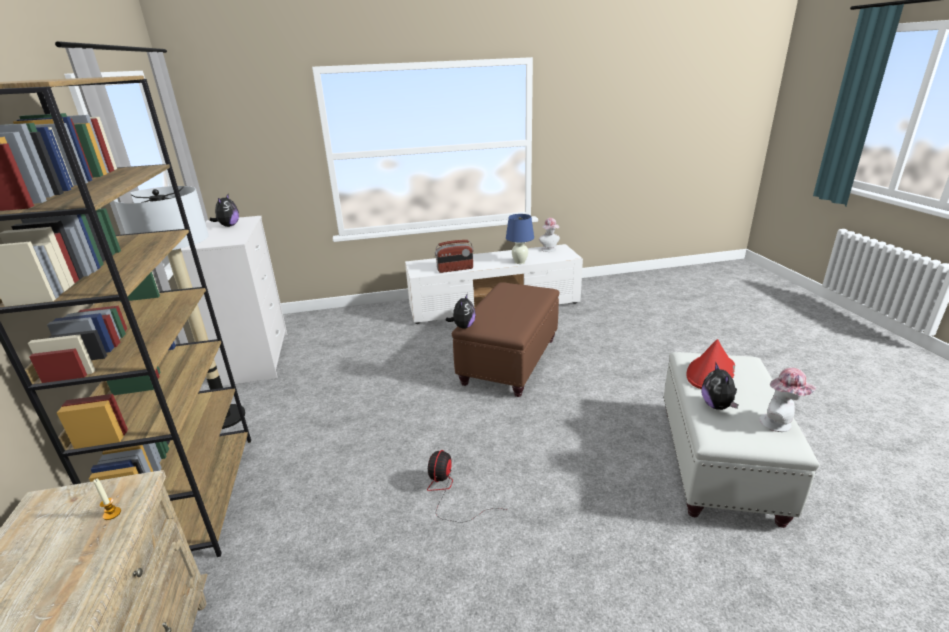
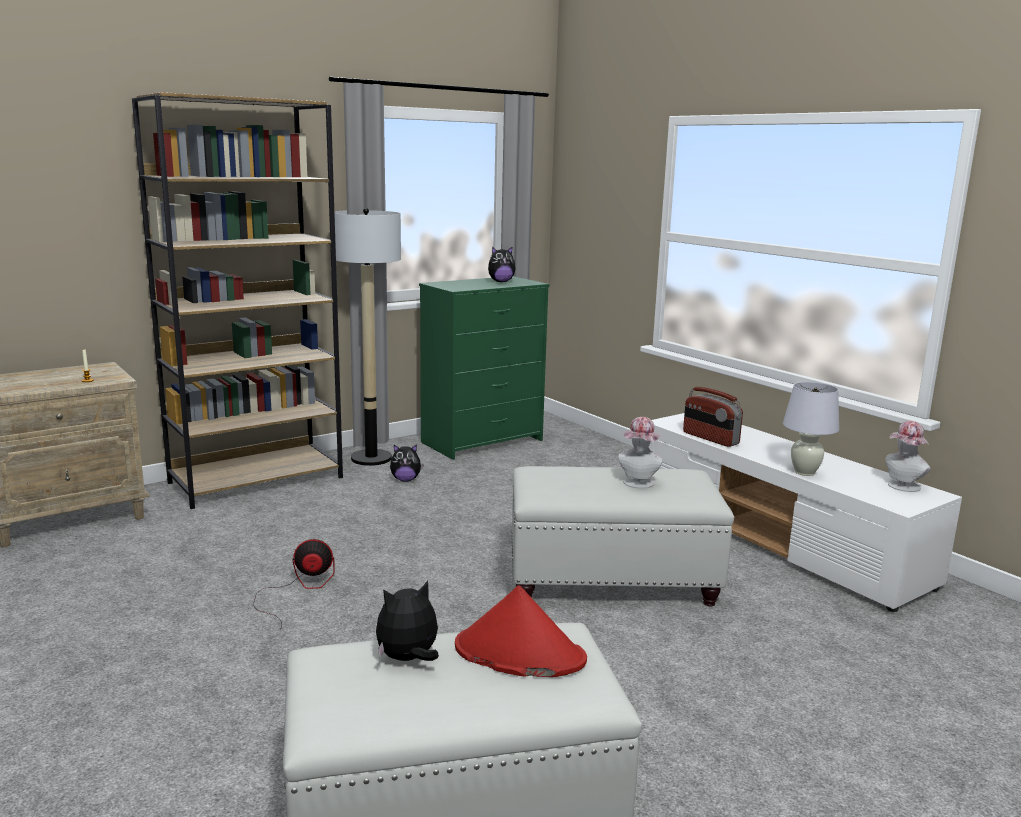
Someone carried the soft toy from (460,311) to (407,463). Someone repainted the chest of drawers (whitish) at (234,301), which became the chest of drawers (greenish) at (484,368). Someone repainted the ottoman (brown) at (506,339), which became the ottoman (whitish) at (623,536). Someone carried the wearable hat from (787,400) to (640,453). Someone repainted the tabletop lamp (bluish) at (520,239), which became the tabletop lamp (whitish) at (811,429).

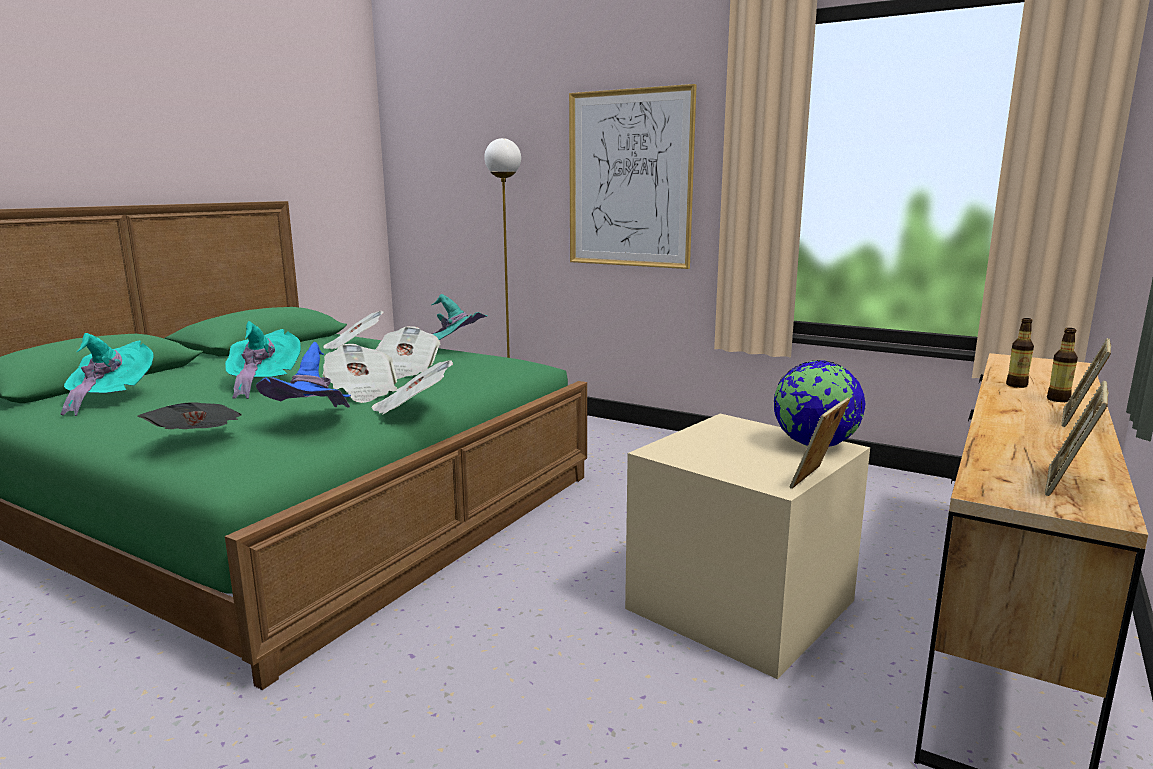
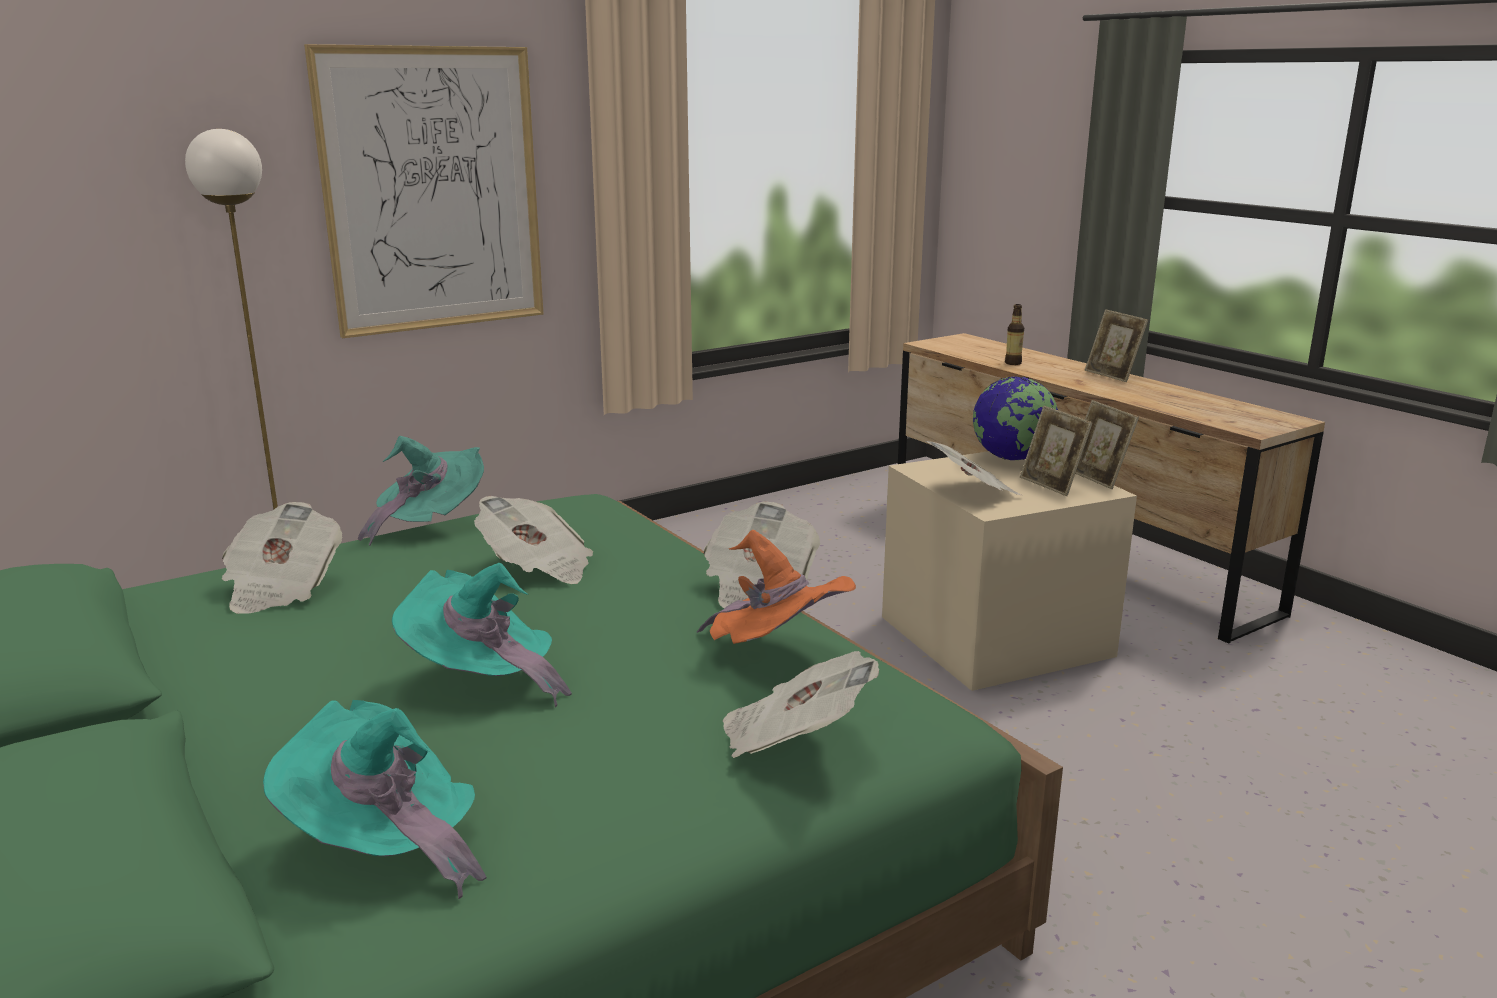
Someone repainted the wearable hat (bluish) at (303,374), which became the wearable hat (orange) at (776,587). Someone carried the newspaper from (359,373) to (973,468). Someone carried the picture frame from (1077,438) to (1056,451). Someone took away the beverage bottle at (1062,365).

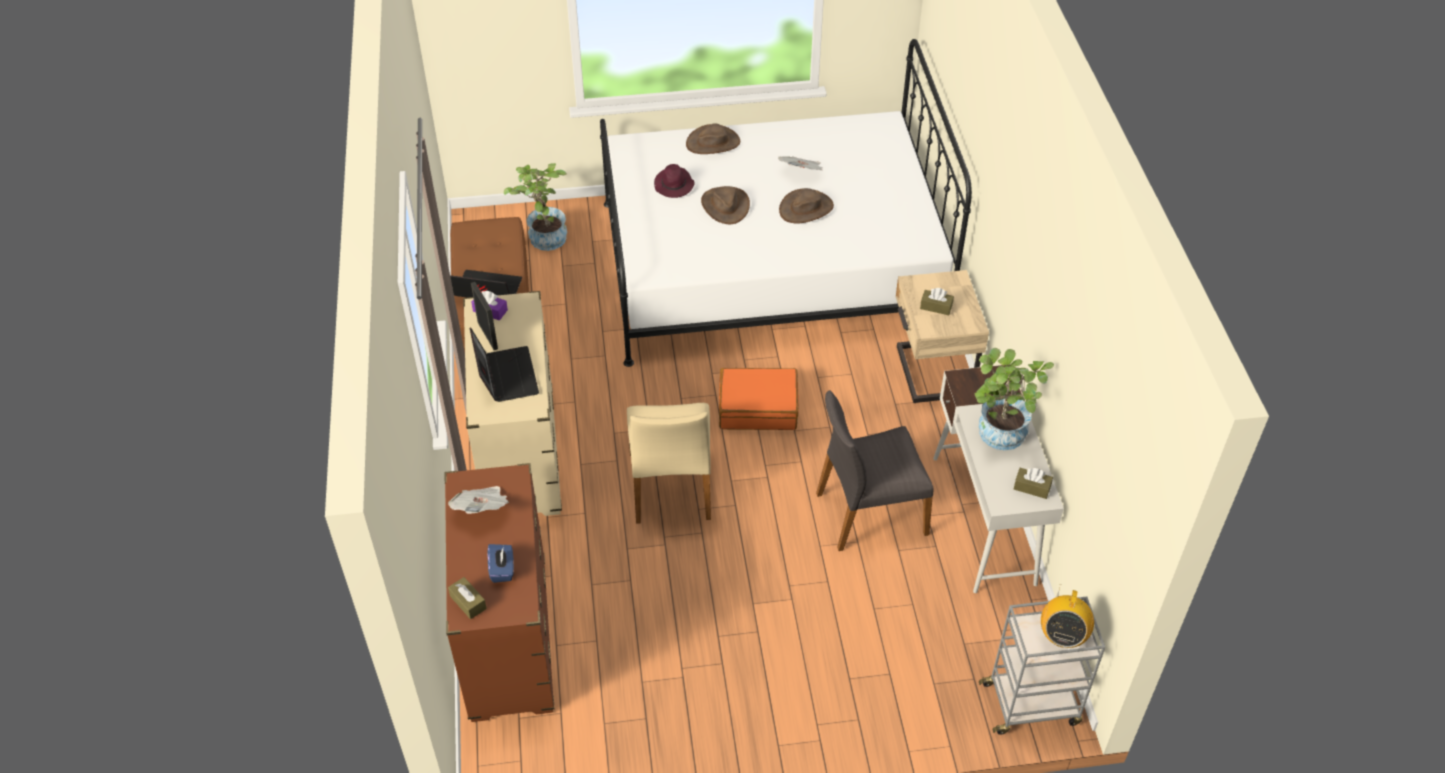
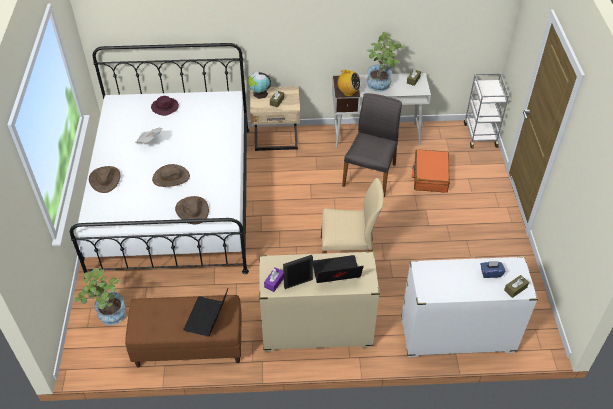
Someone carried the wearable hat (purple-coloured) from (674,181) to (165,106). Someone carried the wearable hat (brown) from (806,206) to (192,210). Someone put down the desk globe at (259,85). Someone carried the radio from (1067,616) to (349,83). Someone rotated the chair (greyish) at (875,470) by 150 degrees counterclockwise. Someone repainted the chest of drawers (brown) at (500,592), which became the chest of drawers (whitish) at (469,306). Someone carried the travel case (orange) from (759,399) to (431,171). Someone took away the newspaper at (478,500).

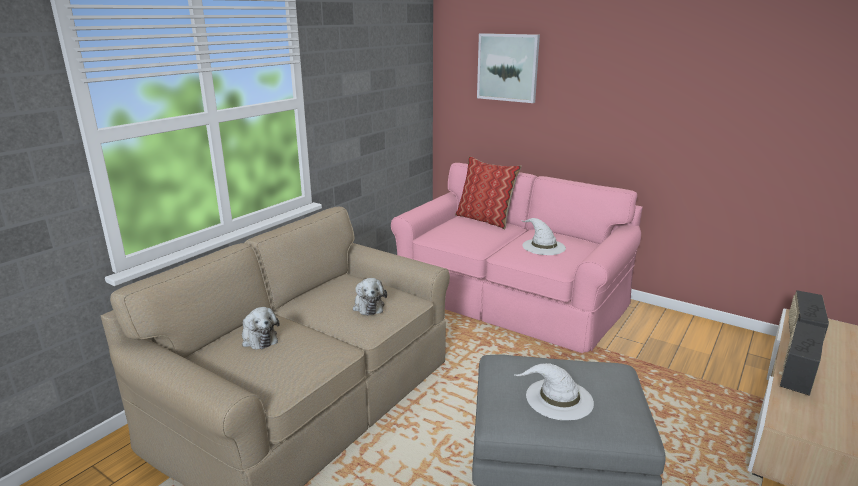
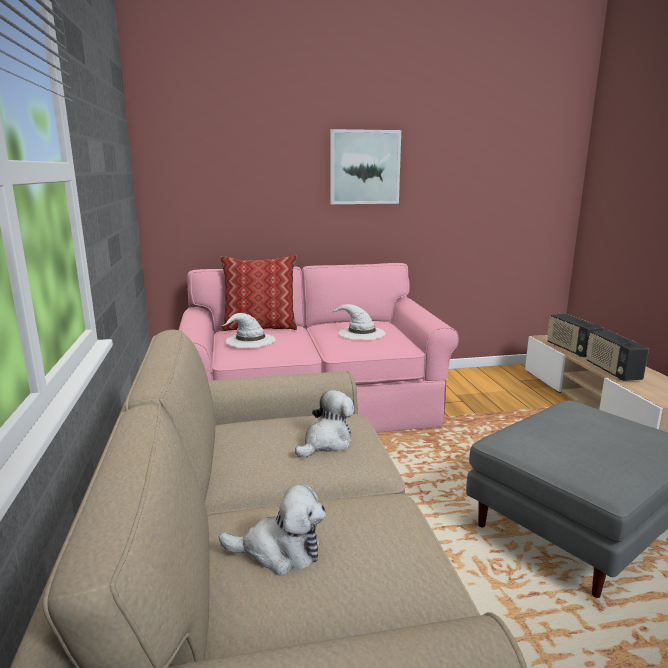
Someone carried the wearable hat (whitish) from (554,391) to (248,330). Someone rotated the soft toy at (370,297) by 75 degrees counterclockwise. Someone carried the picture from (508,68) to (365,166).

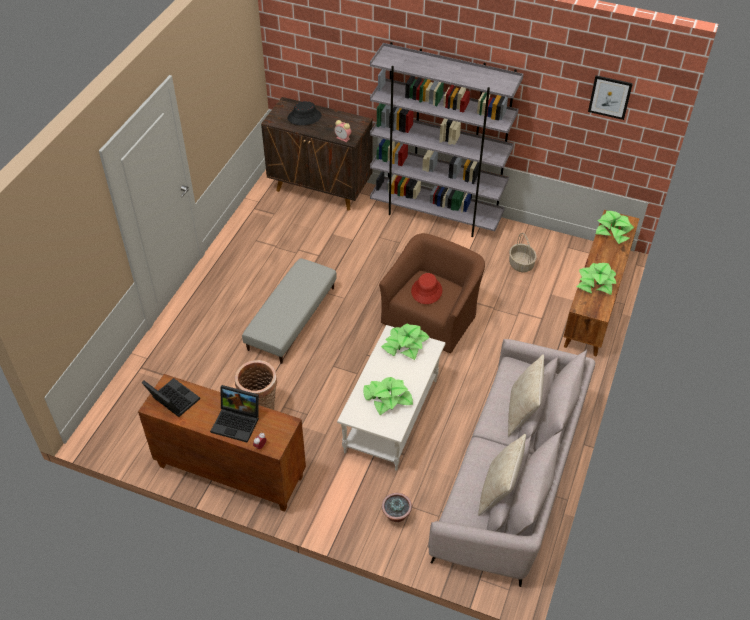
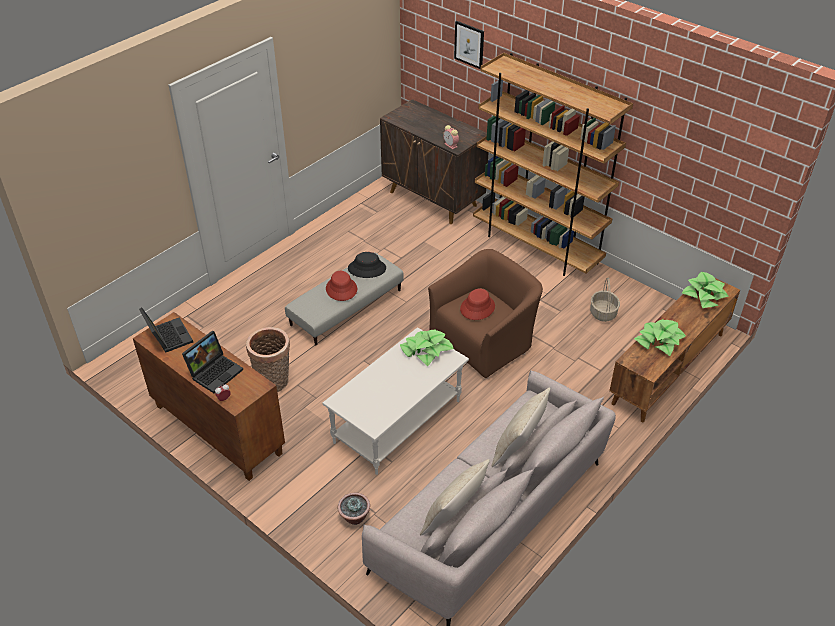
Someone rotated the portable computer at (234,414) by 90 degrees counterclockwise. Someone put down the wearable hat (red-coloured) at (341,286). Someone carried the wearable hat (black) from (304,113) to (367,265). Someone carried the picture from (610,97) to (469,45). Someone repainted the shelving unit (greyish) at (446,139), which became the shelving unit (brown) at (553,164). Someone took away the houseplant at (388,396).

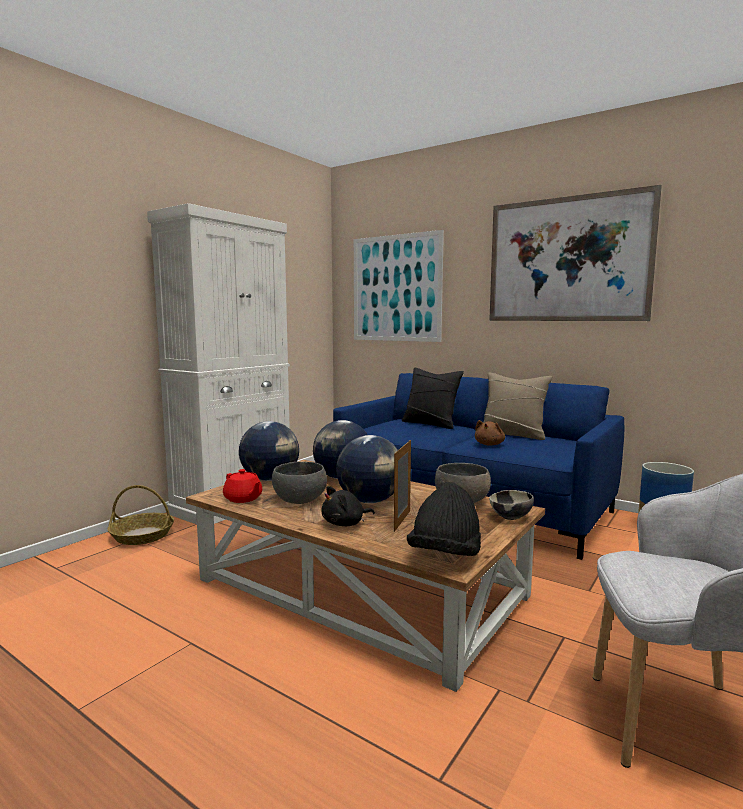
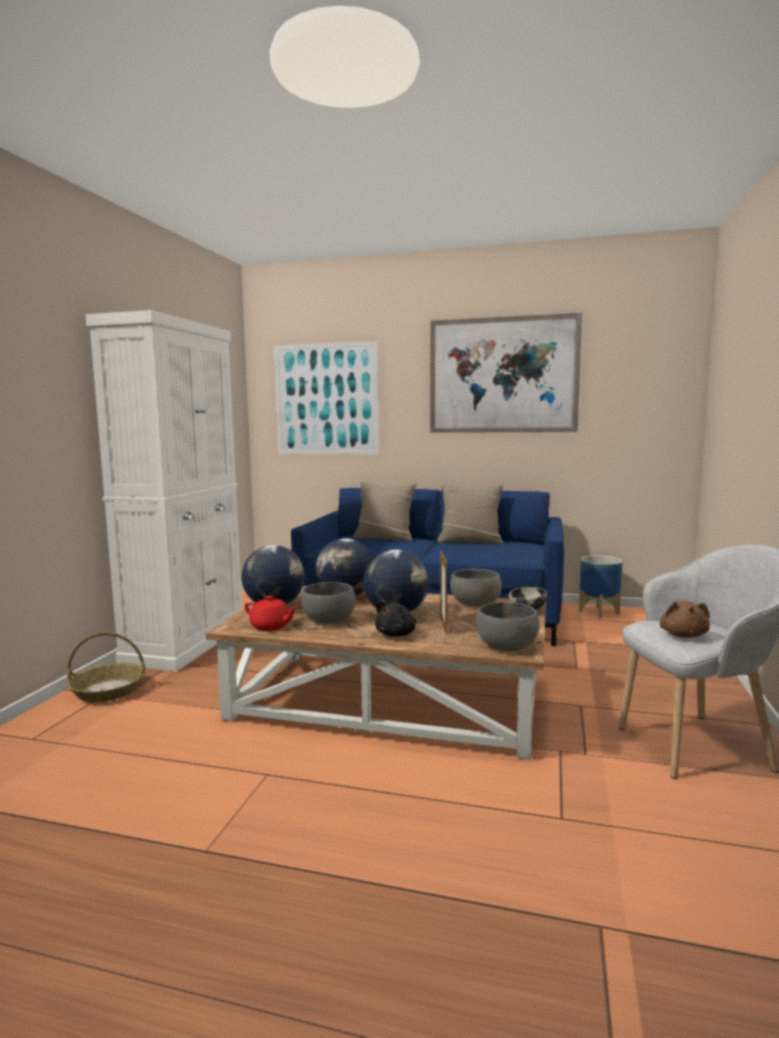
Someone repainted the throw pillow (black) at (433,398), which became the throw pillow (beige) at (384,511). Someone swapped the wearable hat (black) at (444,519) for the deep dish (greyish) at (508,627). Someone carried the soft toy (brown) from (490,432) to (684,619).

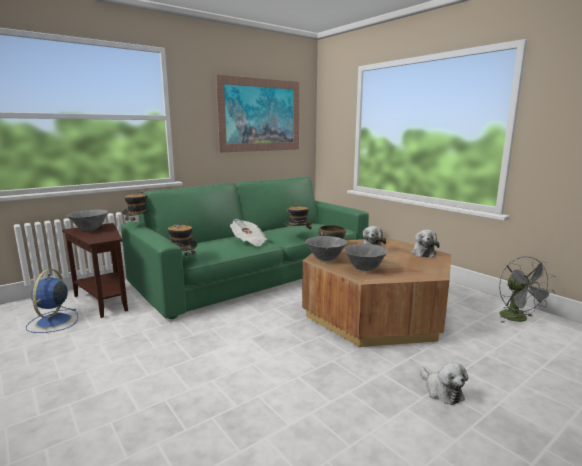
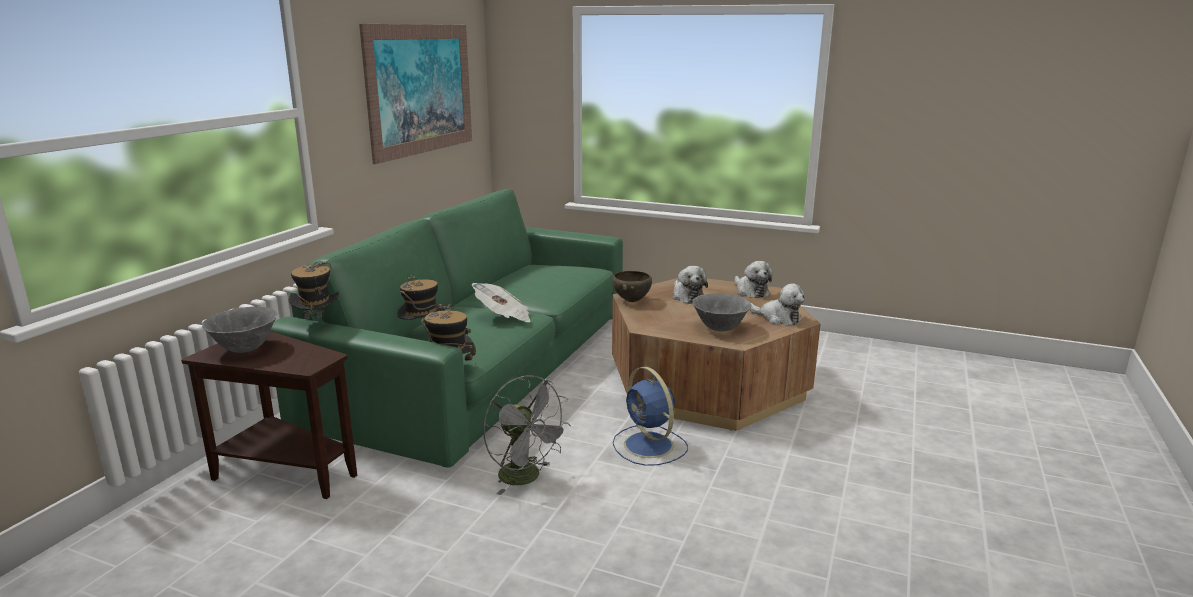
Someone carried the wearable hat from (298,216) to (421,297). Someone carried the electric fan (greyish) from (527,289) to (527,435). Someone carried the electric fan (bluish) from (52,301) to (650,416). Someone carried the soft toy from (444,383) to (777,304). Someone took away the deep dish (greyish) at (326,248).

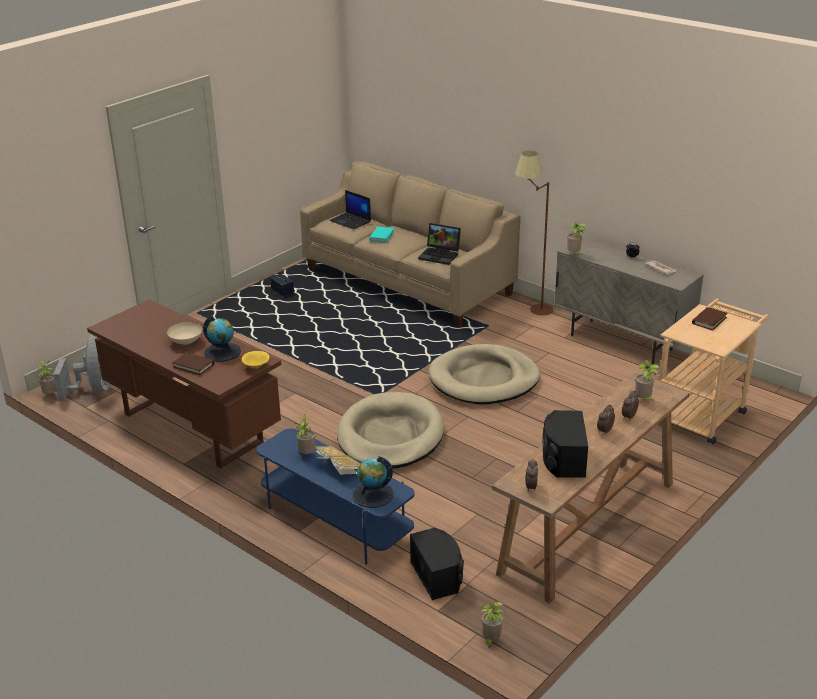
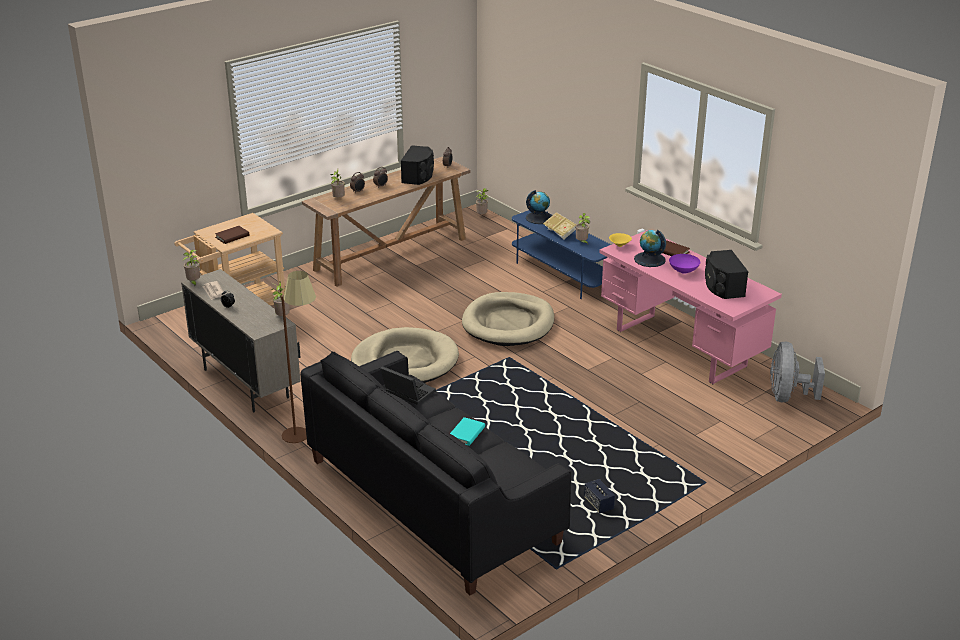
Someone carried the houseplant from (46,377) to (191,268). Someone repainted the sofa (beige) at (410,244), which became the sofa (black) at (436,473). Someone repainted the desk unit (brown) at (184,384), which became the desk unit (pink-coloured) at (691,307). Someone repainted the deep dish (beige) at (184,333), which became the deep dish (purple-coloured) at (684,264). Someone carried the audio speaker (black) from (437,564) to (726,274). Someone took away the portable computer at (350,210).

